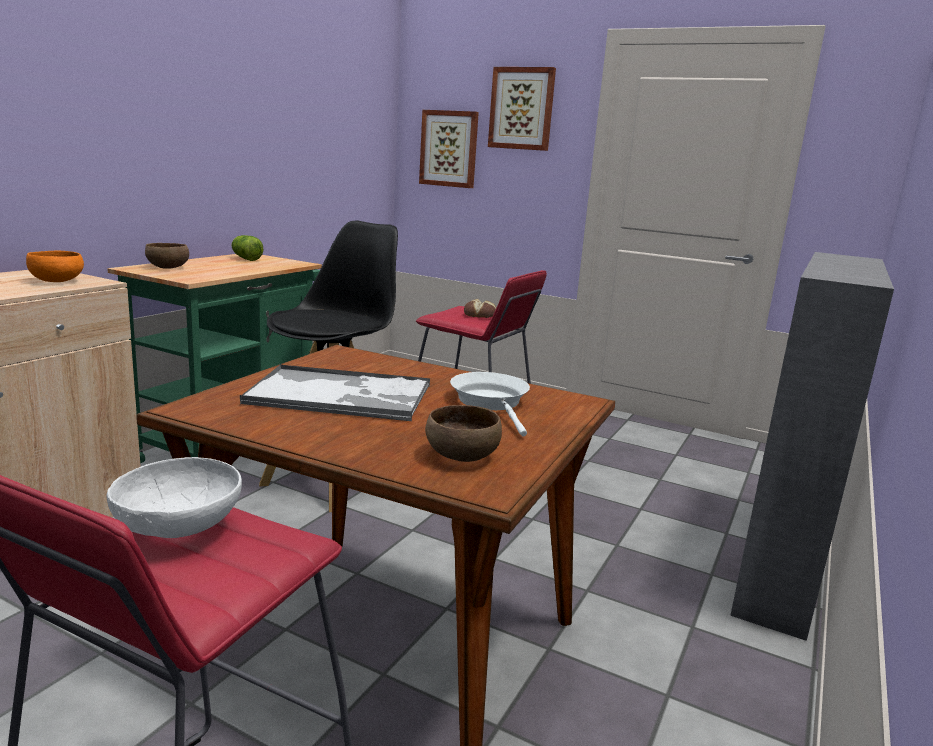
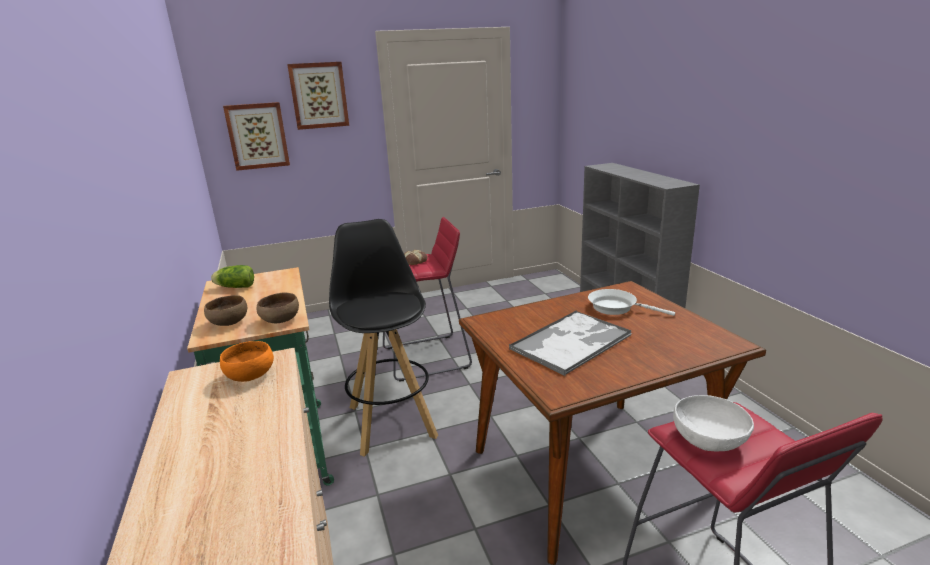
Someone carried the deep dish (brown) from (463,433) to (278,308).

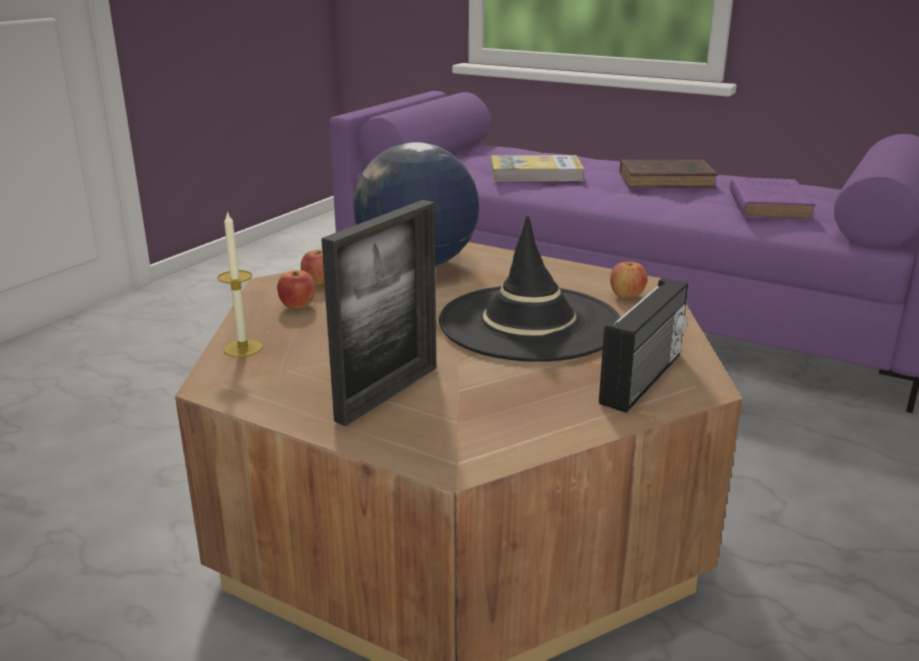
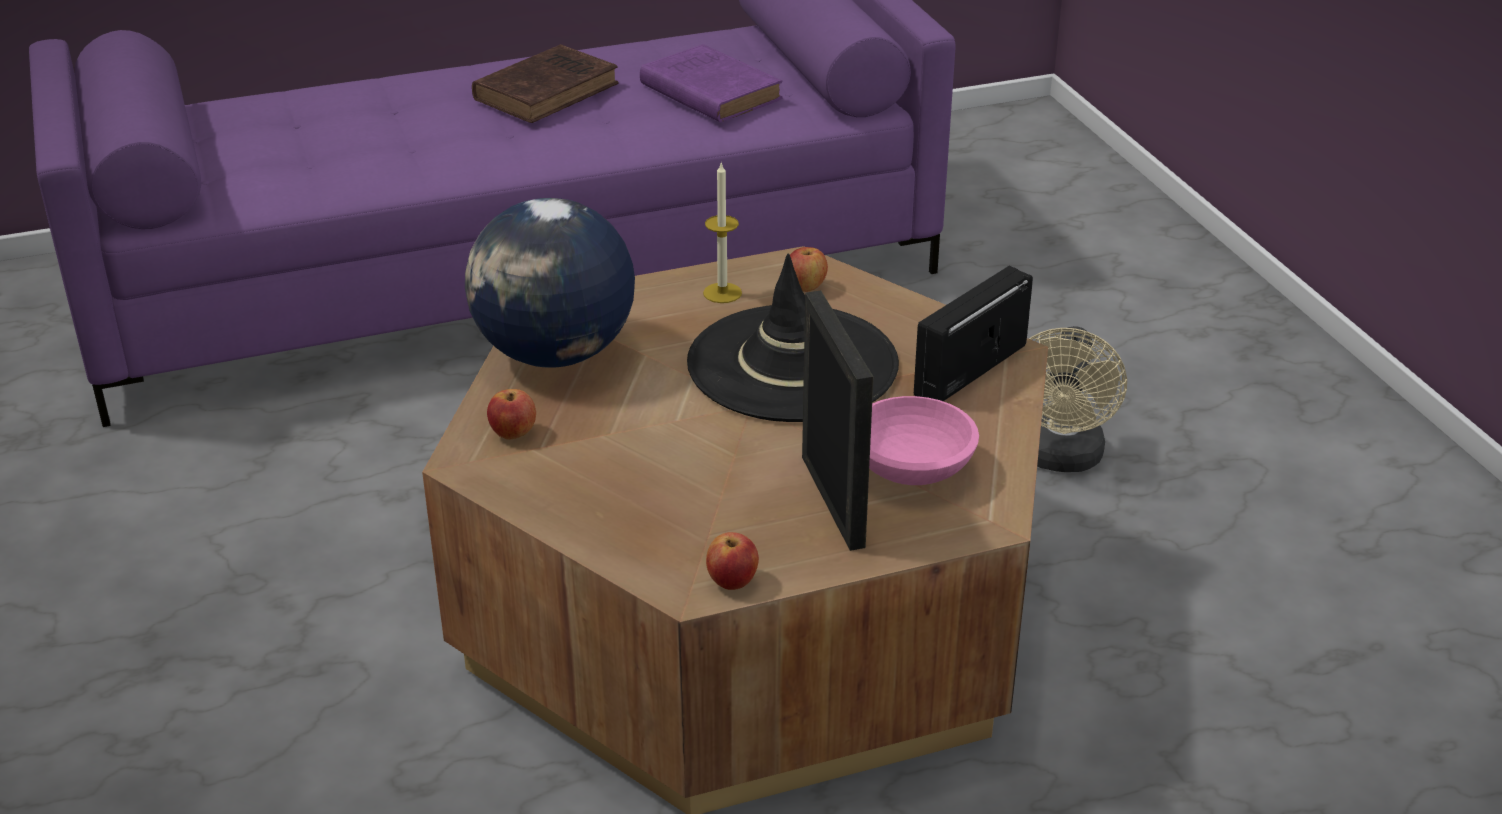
Someone carried the candle from (240,284) to (722,233). Someone carried the apple fruit from (296,290) to (732,561). Someone put down the deep dish (pink-coloured) at (924,440). Someone rotated the radio at (643,345) by 120 degrees counterclockwise. Someone put down the electric fan (beige) at (1078,399). Someone took away the bound book at (537,168).

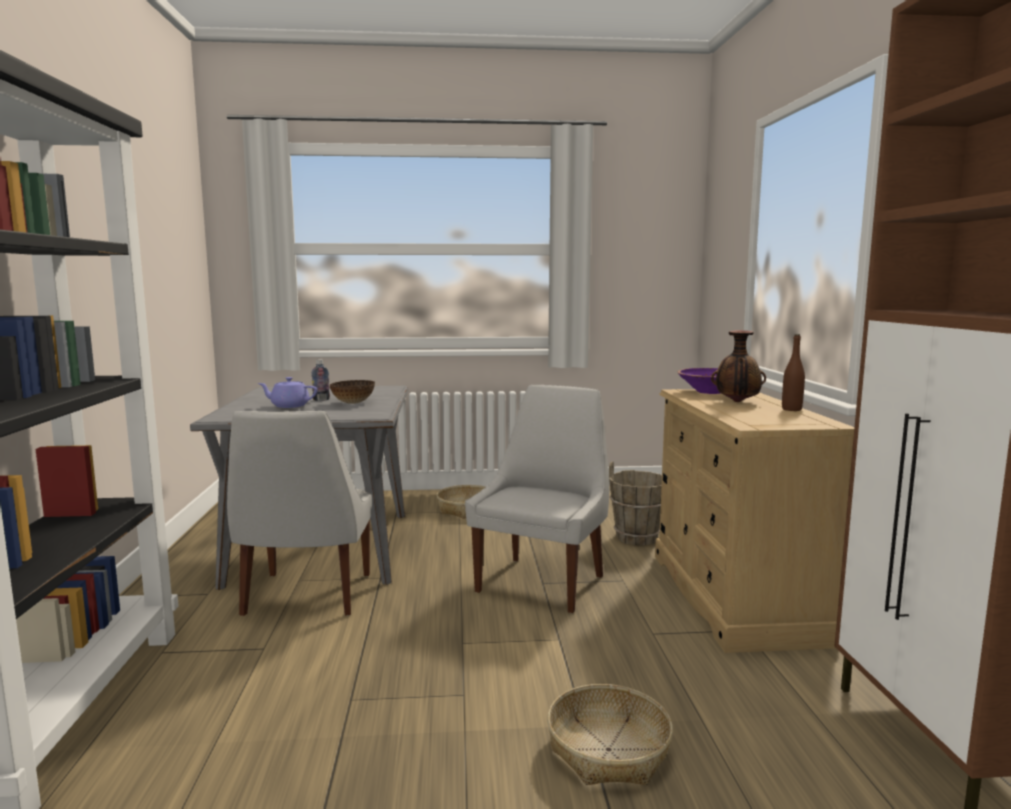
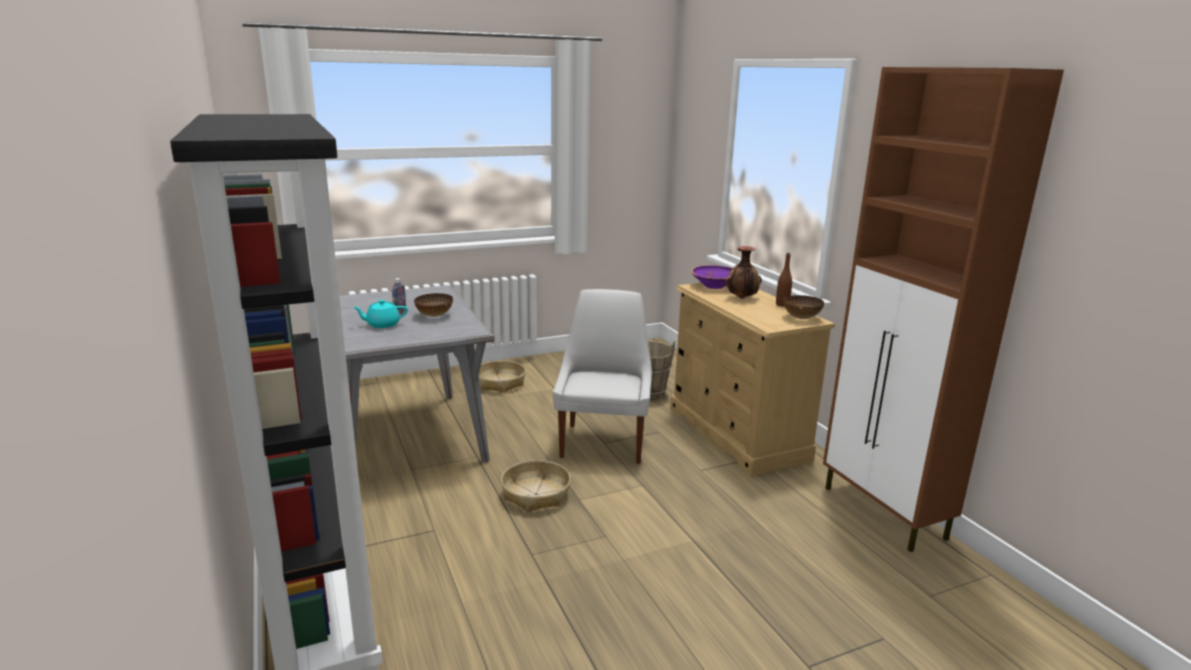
Someone repainted the tea pot (purple-coloured) at (287,392), which became the tea pot (blue-green) at (380,314). Someone carried the household basket from (610,734) to (536,486). Someone put down the deep dish at (803,307). Someone took away the chair (whitish) at (299,513).

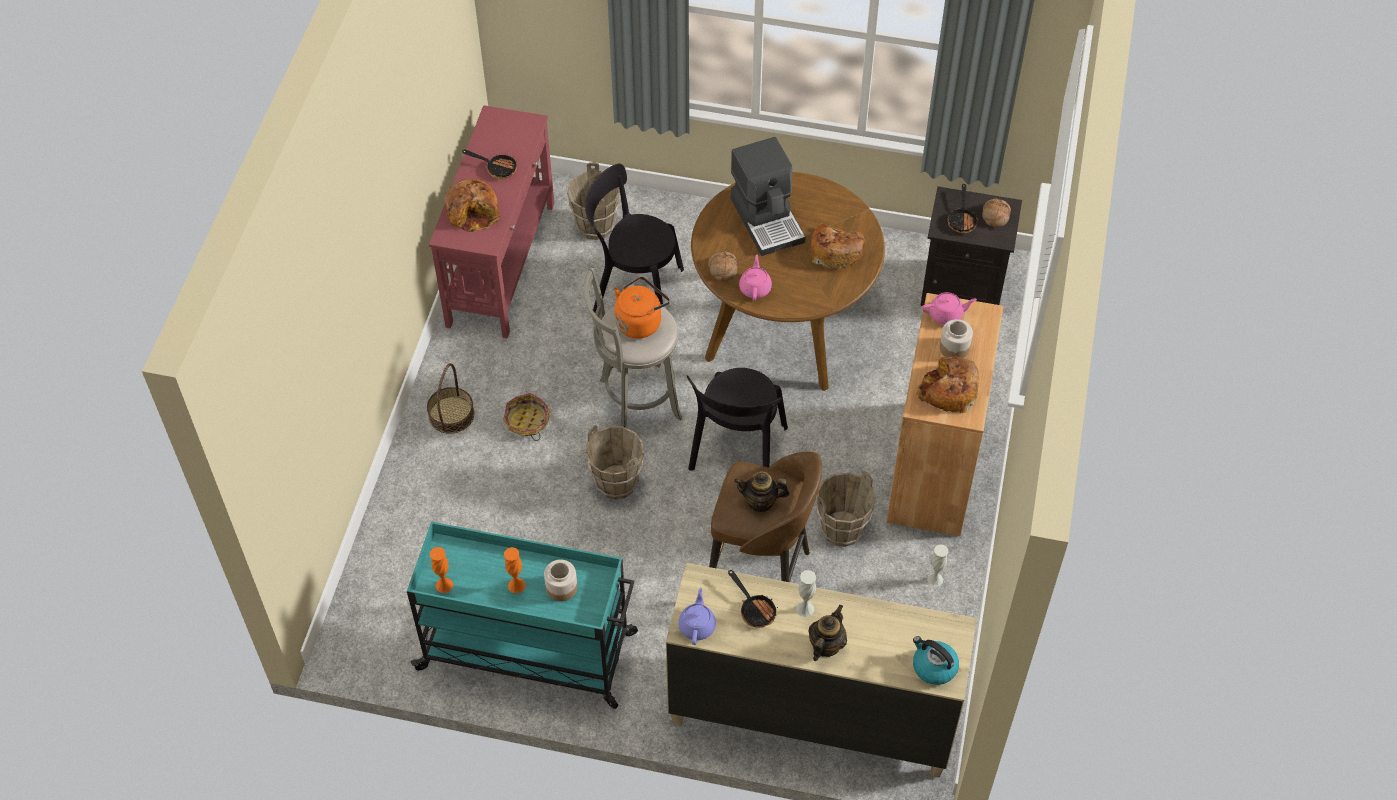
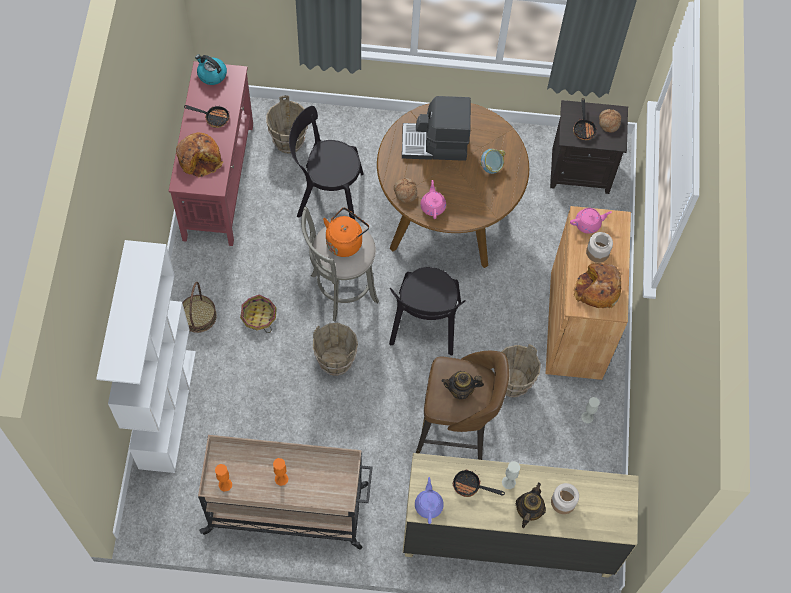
Someone put down the shelving unit (whitish) at (146,356). Someone carried the kettle from (936,660) to (211,69). Someone repainted the wheeled cart (blue-green) at (522,615), which became the wheeled cart (beige) at (285,492). Someone rotated the coffee machine at (768,196) by 120 degrees clockwise. Someone rotated the skillet at (753,599) by 150 degrees clockwise. Someone swapped the bread at (838,246) for the deep dish at (492,161). Someone carried the preserve jar from (560,580) to (565,498).

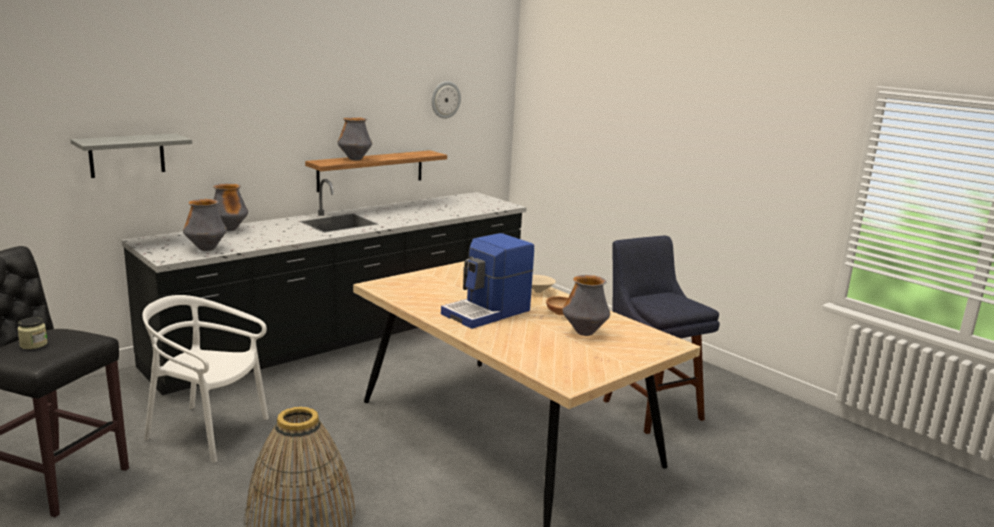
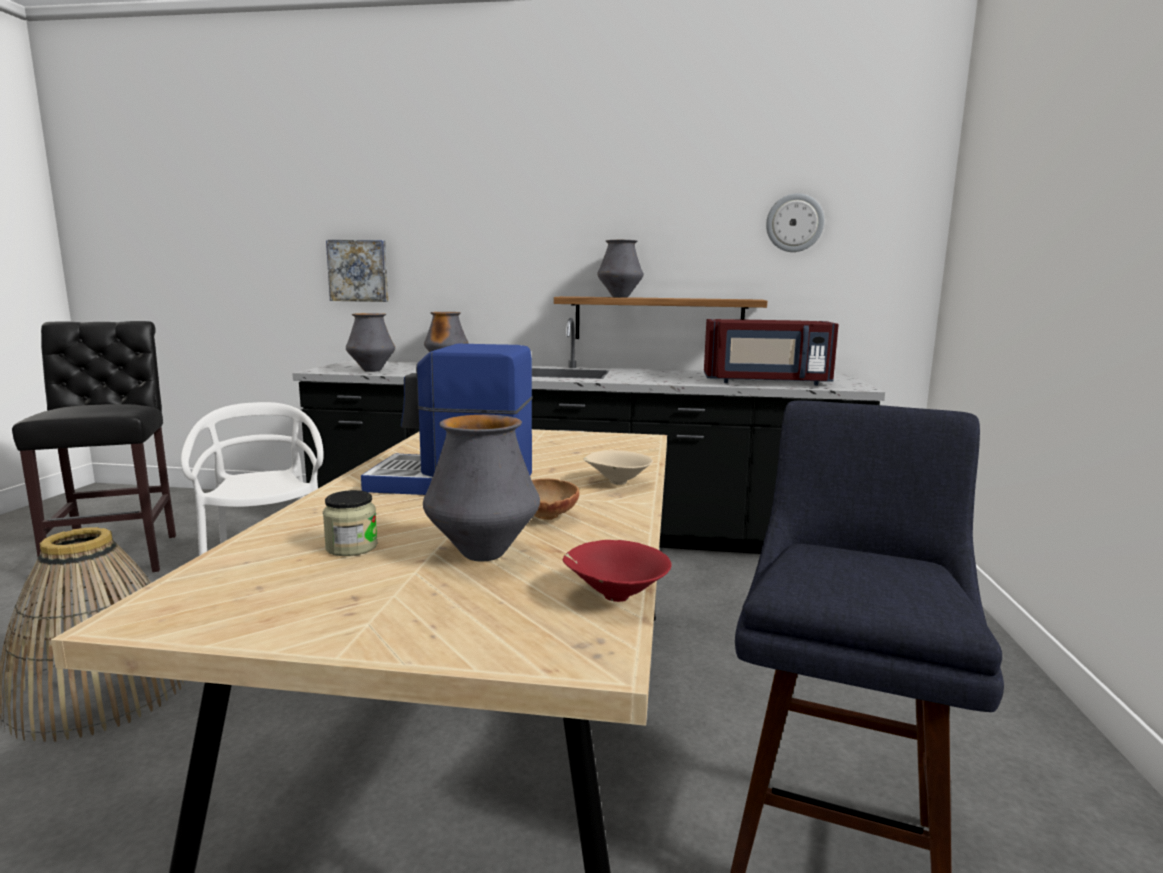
Someone carried the preserve jar from (32,333) to (350,523). Someone swapped the wall shelf (greyish) at (131,156) for the picture at (357,271). Someone put down the deep dish (red-coloured) at (617,571). Someone put down the microwave oven (red-coloured) at (771,352).

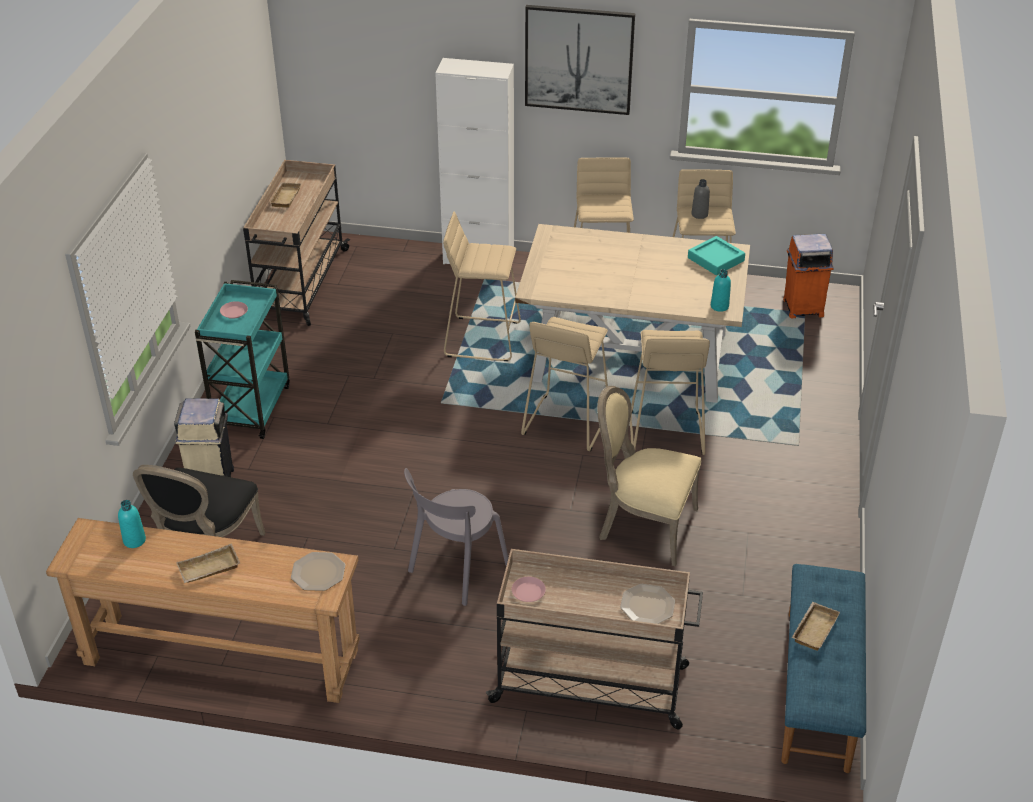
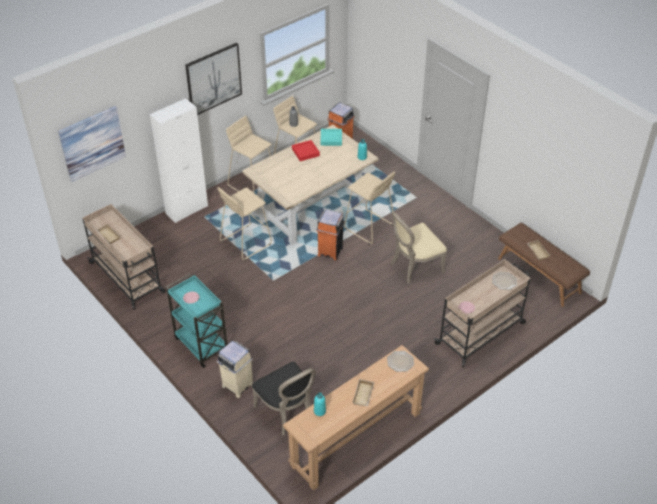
Someone put up the picture at (92,144). Someone put down the carrying tray (red-coloured) at (306,150). Someone swapped the stool seat (beige) at (564,384) for the trash can (orange) at (330,235). Someone repainted the long seat (bluish) at (823,668), which became the long seat (brown) at (544,265). Someone took away the chair (greyish) at (456,537).

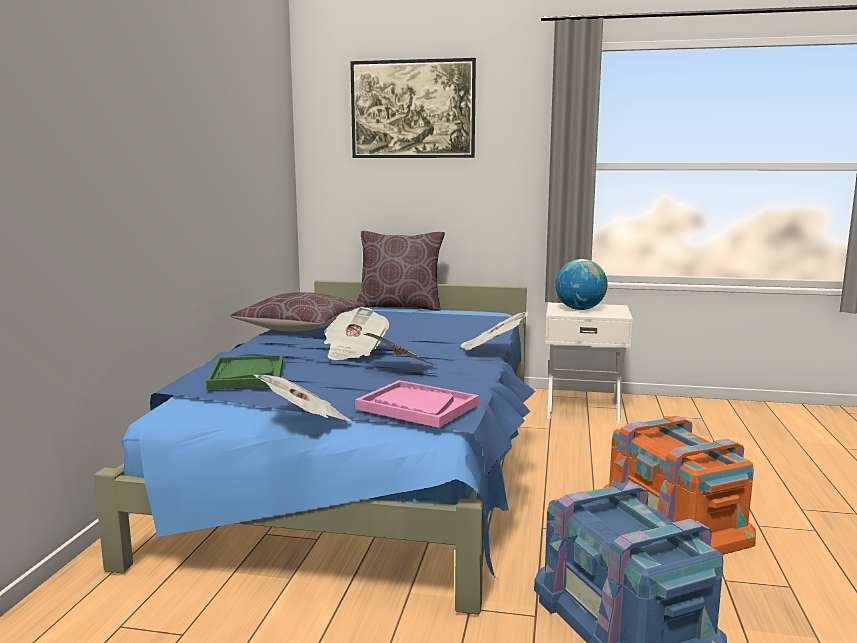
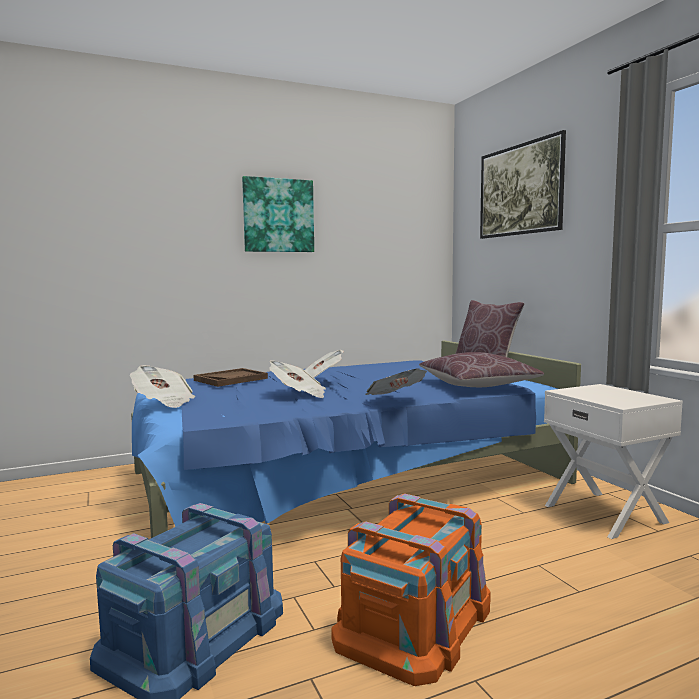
Someone repainted the carrying tray (greenish) at (244,372), which became the carrying tray (brown) at (230,377). Someone put up the picture at (278,214). Someone carried the throw pillow (brown) from (297,312) to (481,369). Someone took away the carrying tray (pink-coloured) at (417,404). Someone took away the desk globe at (581,284).

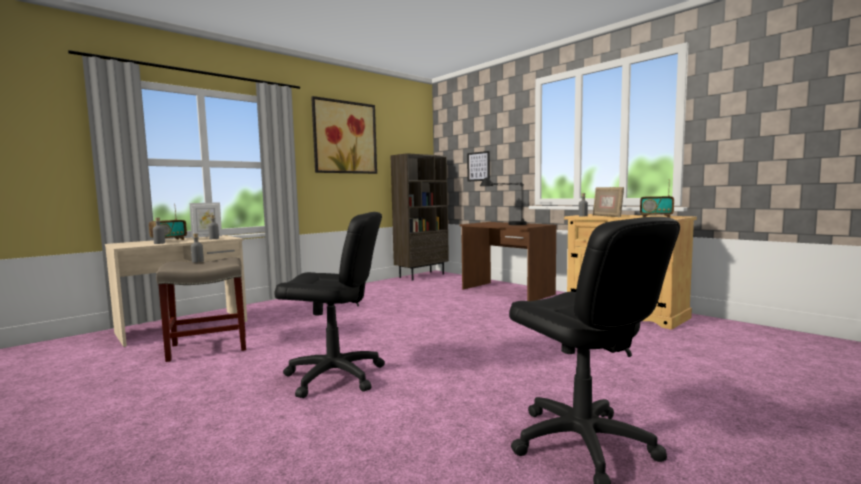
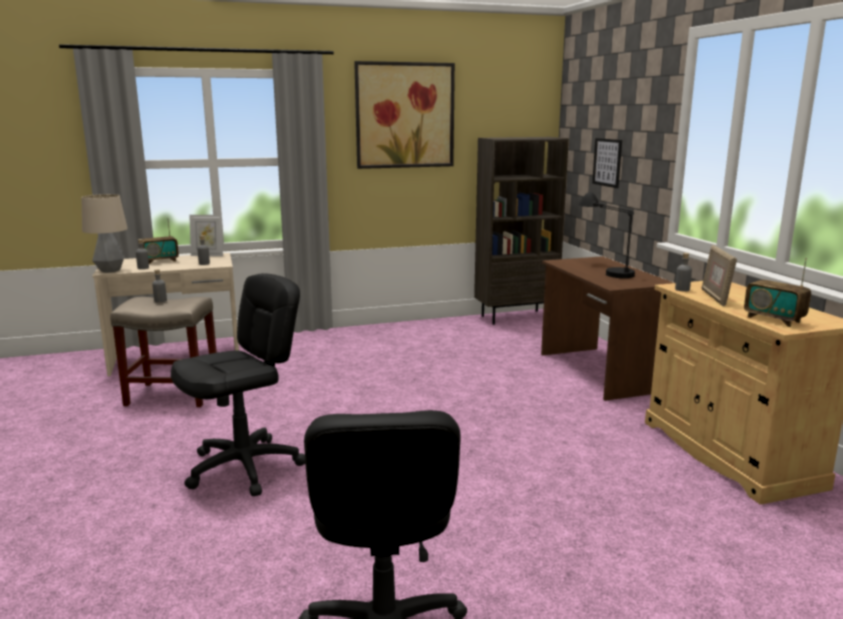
Someone put down the tabletop lamp at (104,233). Someone rotated the desk chair (black) at (329,305) by 75 degrees counterclockwise.

